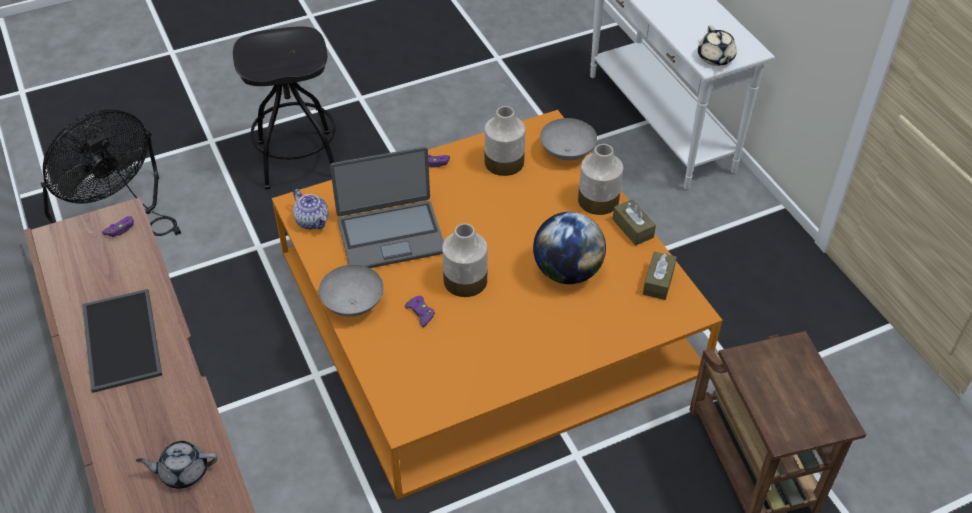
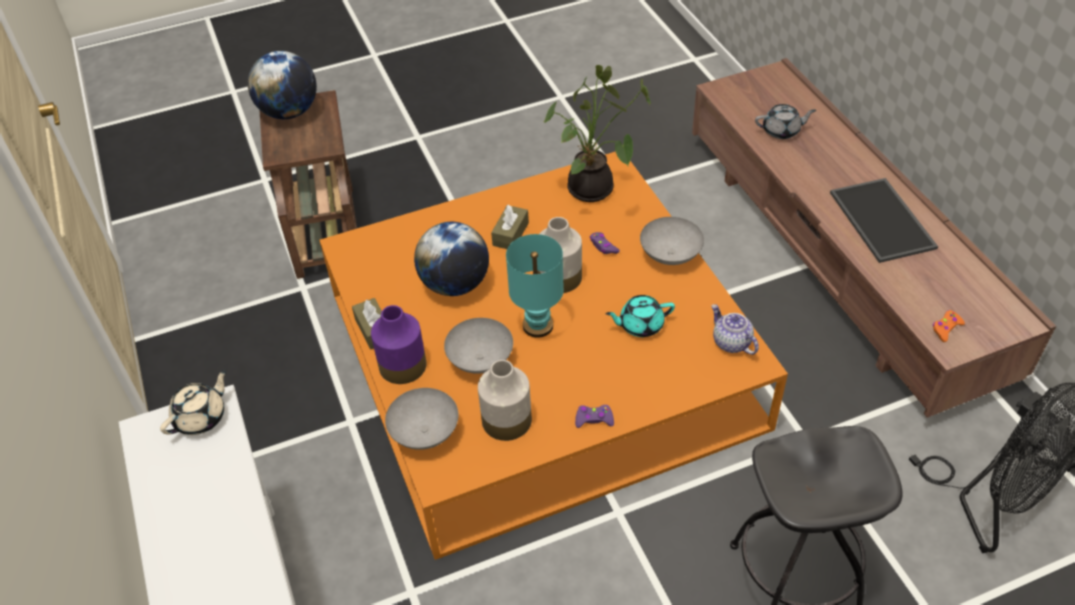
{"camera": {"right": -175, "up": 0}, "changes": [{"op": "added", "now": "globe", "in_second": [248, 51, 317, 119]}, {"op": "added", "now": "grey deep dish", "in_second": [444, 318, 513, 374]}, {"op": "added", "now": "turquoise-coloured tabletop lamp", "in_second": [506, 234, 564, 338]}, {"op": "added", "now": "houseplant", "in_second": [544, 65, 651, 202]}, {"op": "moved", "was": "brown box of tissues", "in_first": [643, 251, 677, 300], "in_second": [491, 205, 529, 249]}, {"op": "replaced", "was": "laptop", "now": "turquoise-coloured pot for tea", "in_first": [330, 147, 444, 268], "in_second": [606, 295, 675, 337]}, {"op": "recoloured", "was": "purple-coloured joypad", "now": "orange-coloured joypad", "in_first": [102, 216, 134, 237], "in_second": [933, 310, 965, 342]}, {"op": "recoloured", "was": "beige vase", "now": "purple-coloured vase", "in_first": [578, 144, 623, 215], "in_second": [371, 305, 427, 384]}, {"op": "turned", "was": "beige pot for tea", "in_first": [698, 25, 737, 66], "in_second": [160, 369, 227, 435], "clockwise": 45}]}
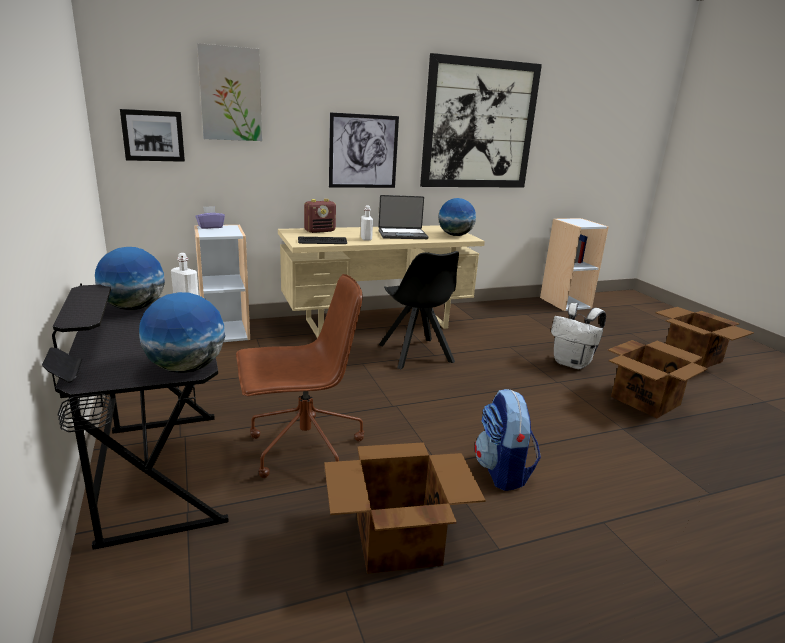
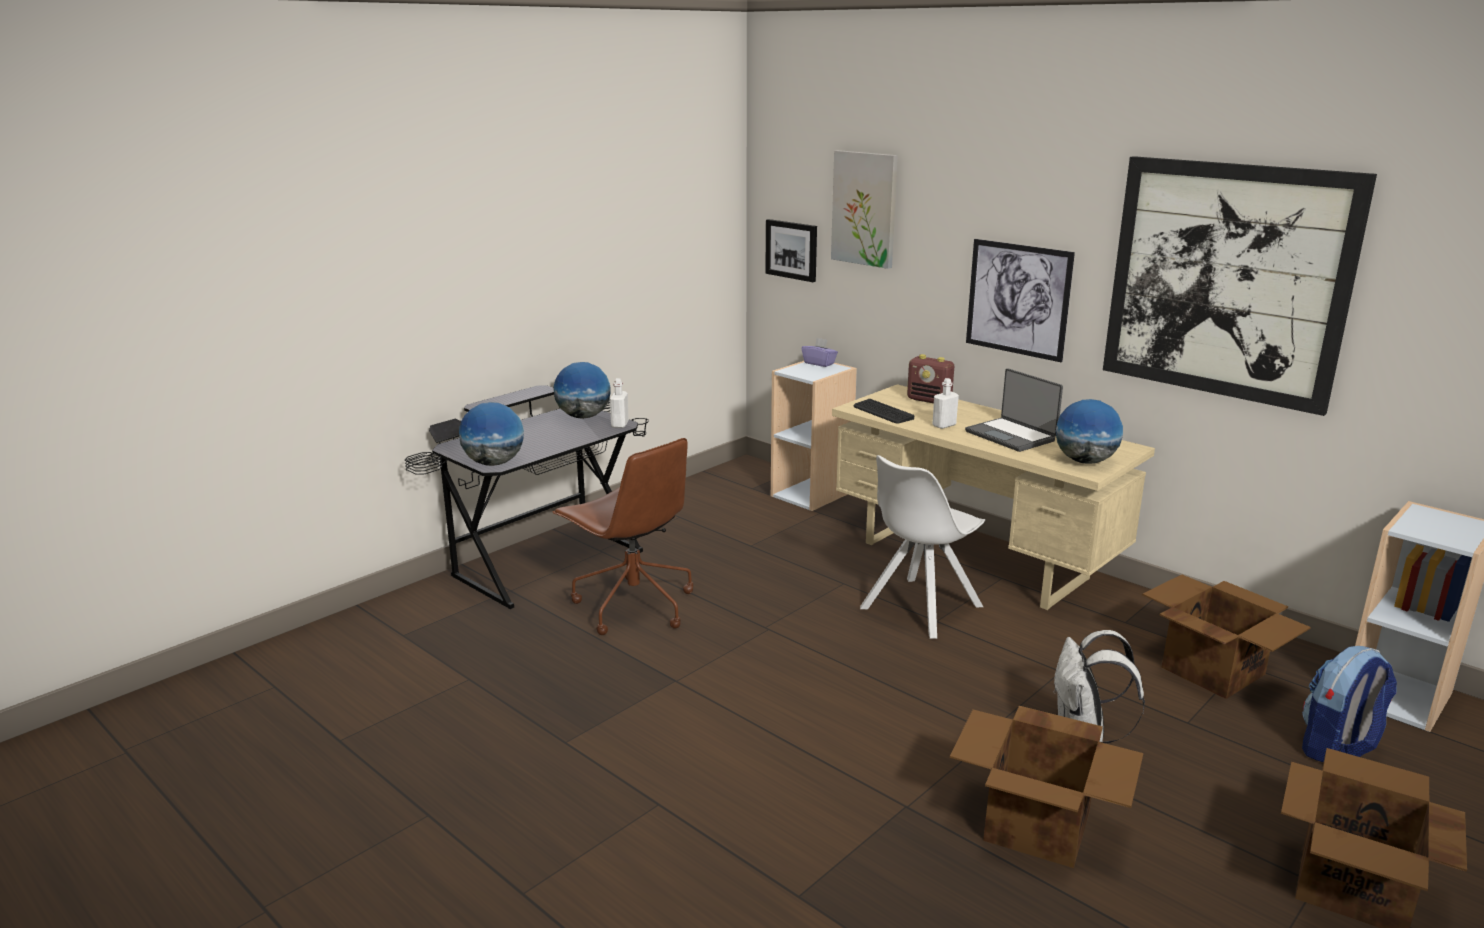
{"camera": {"right": 65, "up": 0}, "changes": [{"op": "moved", "was": "carton", "in_first": [324, 442, 486, 574], "in_second": [1142, 575, 1311, 699]}, {"op": "moved", "was": "backpack", "in_first": [475, 389, 541, 491], "in_second": [1302, 646, 1397, 763]}, {"op": "recoloured", "was": "black upright chair", "now": "white-coloured upright chair", "in_first": [379, 251, 459, 369], "in_second": [860, 455, 985, 639]}]}
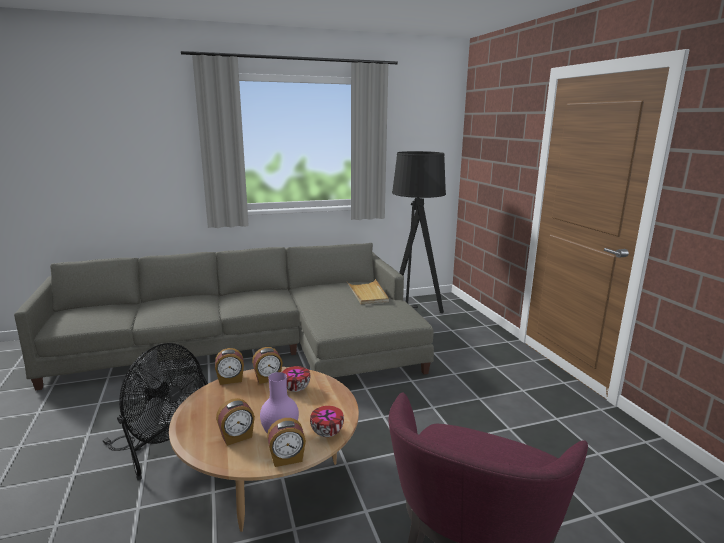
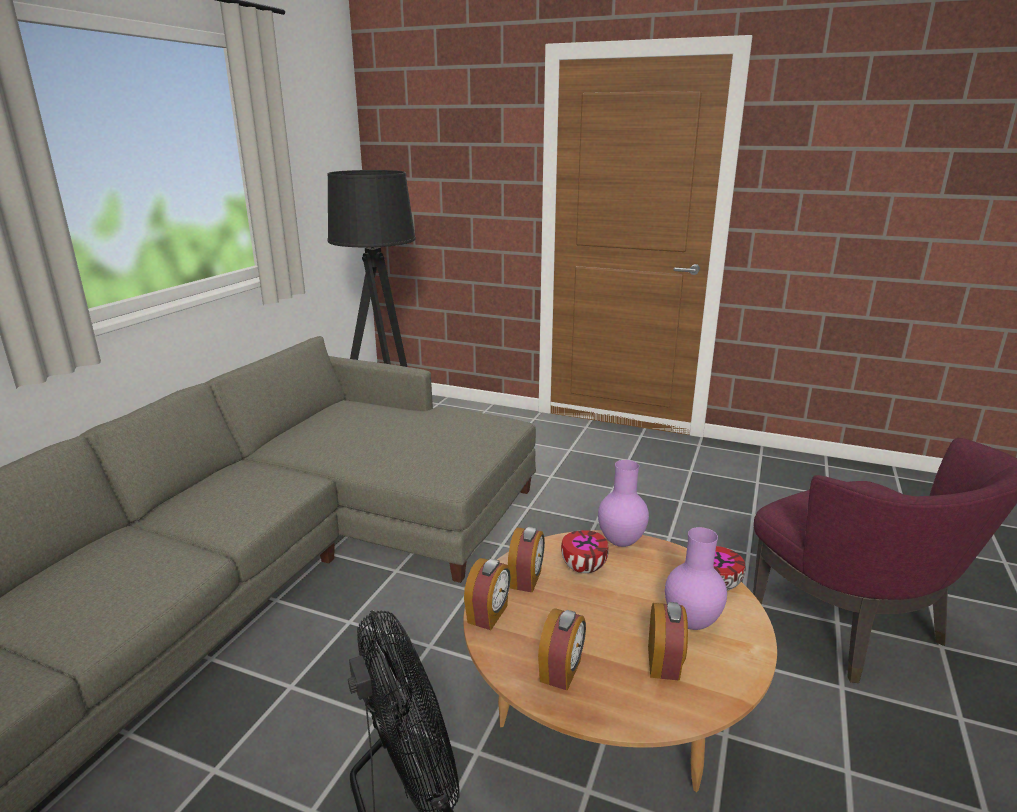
{"camera": {"right": -50, "up": 5}, "changes": [{"op": "removed", "was": "beige carrying tray", "in_first": [347, 279, 389, 304]}, {"op": "added", "now": "purple-coloured vase", "in_second": [598, 460, 649, 547]}, {"op": "moved", "was": "alarm clock", "in_first": [267, 418, 306, 467], "in_second": [538, 608, 586, 691]}]}
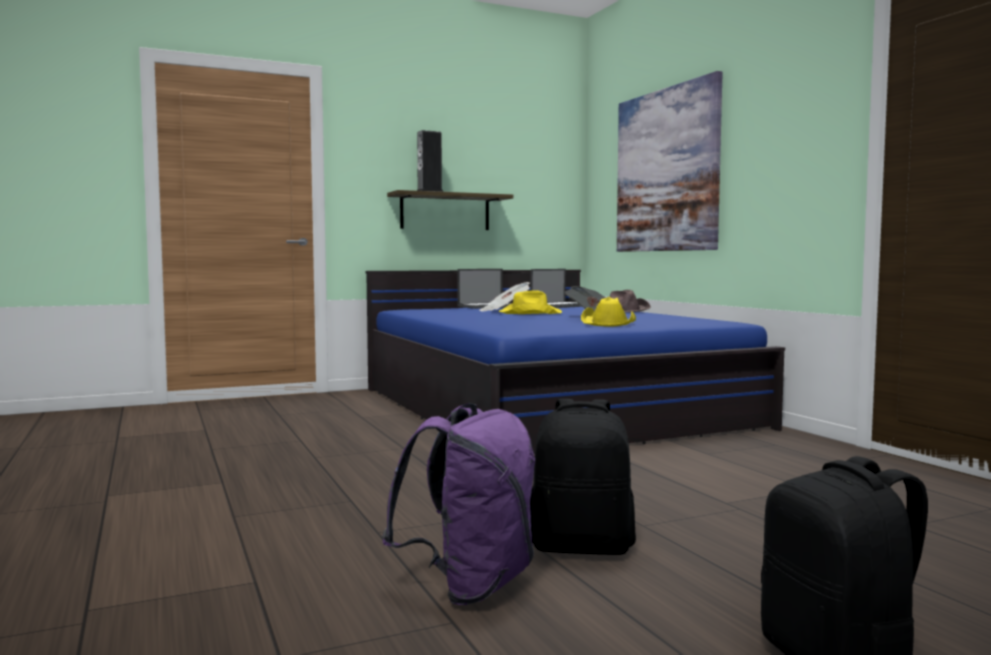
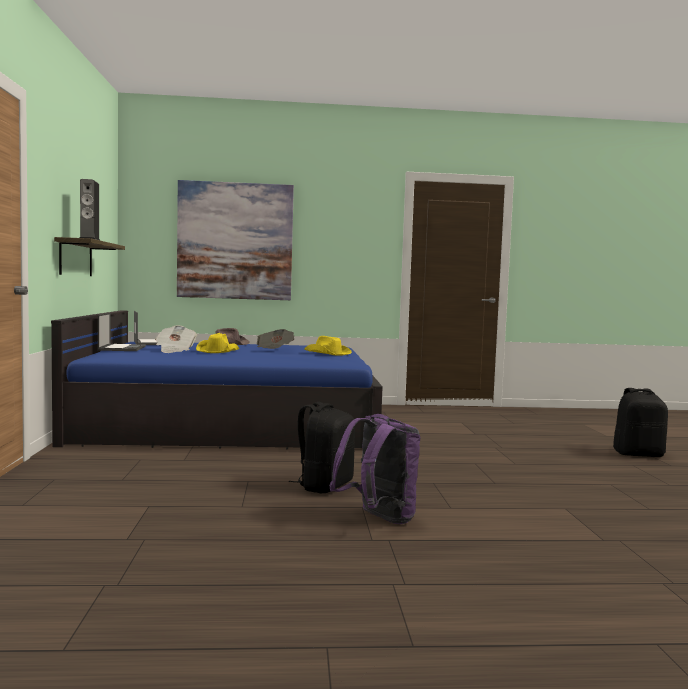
{"camera": {"right": -70, "up": 0}, "changes": [{"op": "moved", "was": "purple-coloured backpack", "in_first": [382, 403, 535, 605], "in_second": [329, 414, 421, 524]}, {"op": "moved", "was": "black backpack", "in_first": [530, 399, 636, 555], "in_second": [288, 402, 355, 493]}]}
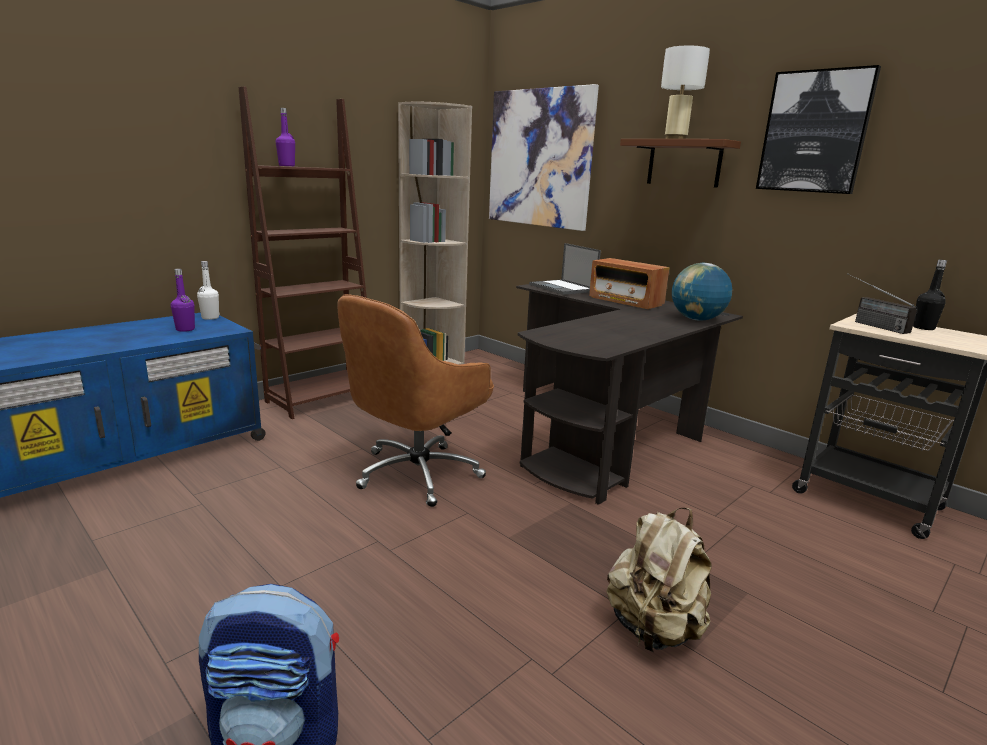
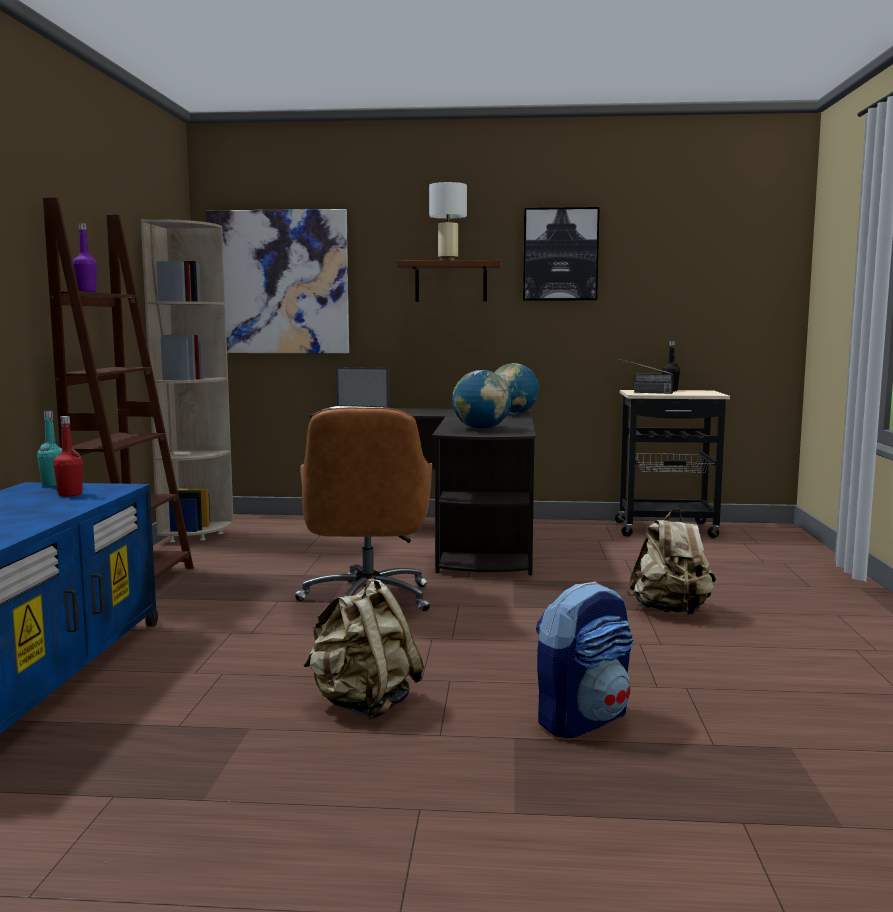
{"camera": {"right": -40, "up": -10}, "changes": [{"op": "removed", "was": "radio set", "in_first": [589, 258, 670, 309]}, {"op": "added", "now": "beige backpack", "in_second": [304, 578, 424, 719]}, {"op": "added", "now": "globe", "in_second": [452, 370, 511, 429]}, {"op": "recoloured", "was": "purple-coloured beverage bottle", "now": "red-coloured beverage bottle", "in_first": [171, 269, 195, 332], "in_second": [53, 416, 83, 497]}, {"op": "recoloured", "was": "white-coloured beverage bottle", "now": "turquoise-coloured beverage bottle", "in_first": [197, 261, 220, 320], "in_second": [37, 411, 62, 487]}]}
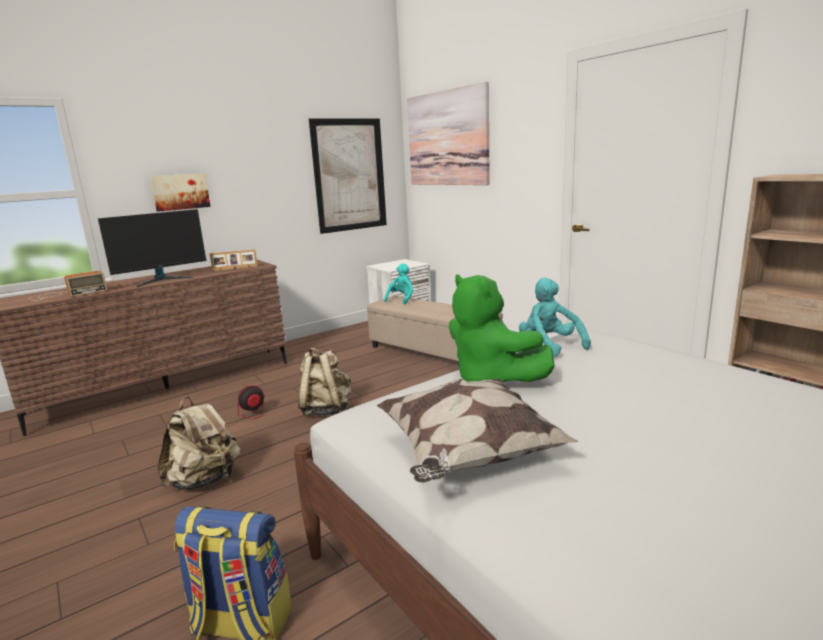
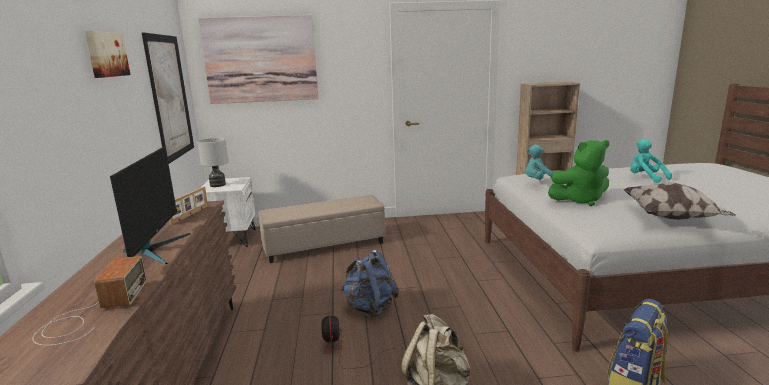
{"camera": {"right": -60, "up": 0}, "changes": [{"op": "added", "now": "grey tabletop lamp", "in_second": [197, 138, 229, 187]}, {"op": "moved", "was": "wall picture", "in_first": [150, 173, 211, 212], "in_second": [85, 31, 131, 78]}, {"op": "moved", "was": "turquoise-coloured soft toy", "in_first": [384, 263, 413, 304], "in_second": [630, 139, 672, 183]}, {"op": "recoloured", "was": "beige backpack", "now": "blue backpack", "in_first": [298, 347, 351, 416], "in_second": [341, 250, 399, 318]}]}
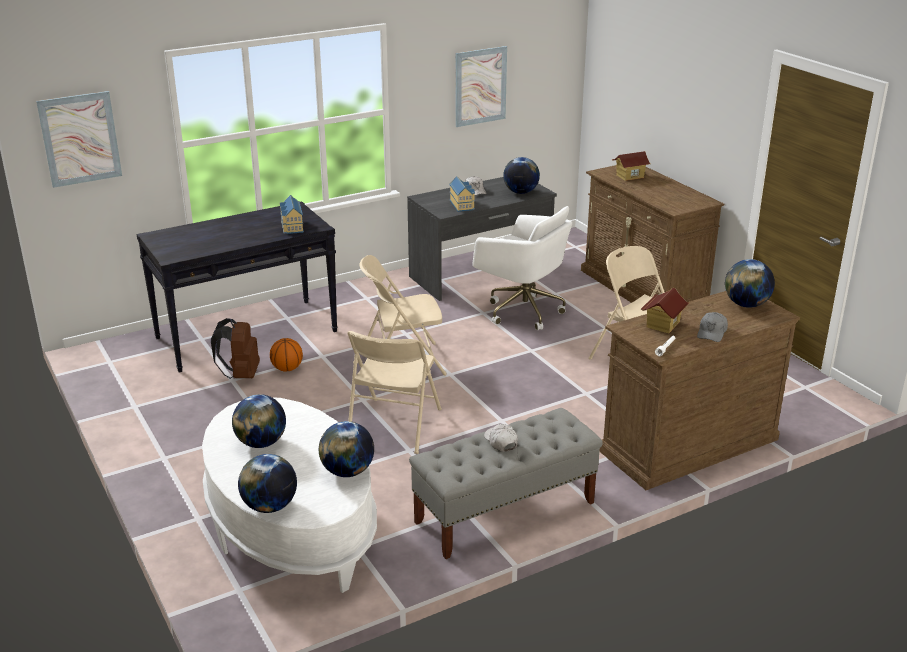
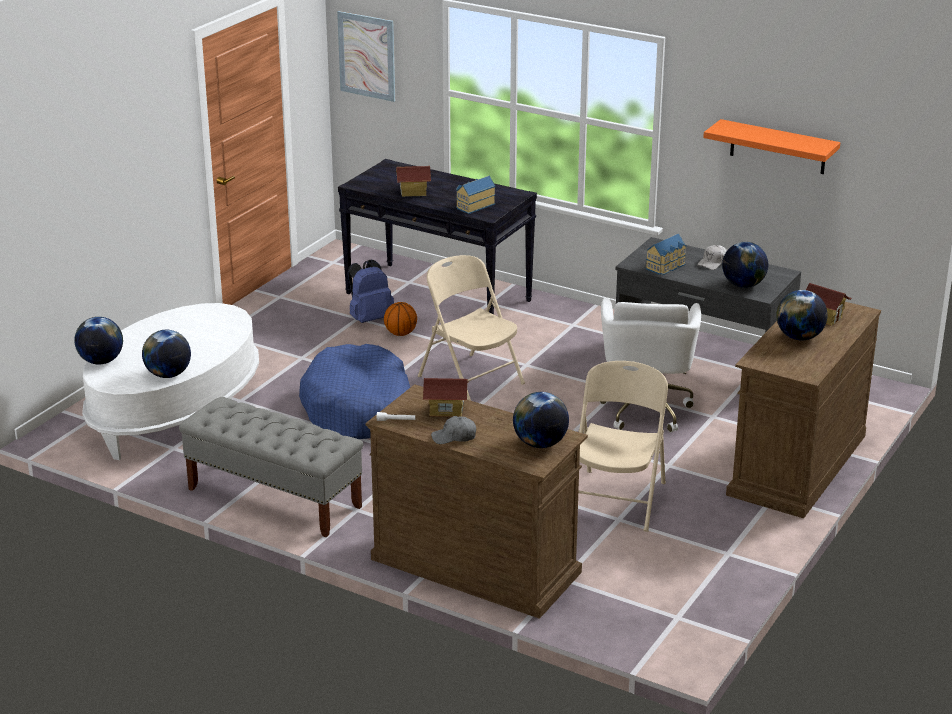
{"camera": {"right": 60, "up": 0}, "changes": [{"op": "removed", "was": "white-coloured cap", "in_first": [484, 424, 518, 452]}, {"op": "added", "now": "toy house", "in_second": [396, 166, 431, 197]}, {"op": "moved", "was": "globe", "in_first": [232, 394, 286, 448], "in_second": [776, 290, 828, 340]}, {"op": "replaced", "was": "beige upright chair", "now": "blue dog bed", "in_first": [348, 331, 442, 454], "in_second": [299, 344, 410, 439]}, {"op": "replaced", "was": "wall picture", "now": "orange-coloured wall shelf", "in_first": [455, 46, 507, 127], "in_second": [703, 119, 840, 174]}, {"op": "recoloured", "was": "brown backpack", "now": "blue backpack", "in_first": [211, 318, 260, 379], "in_second": [347, 260, 394, 323]}]}
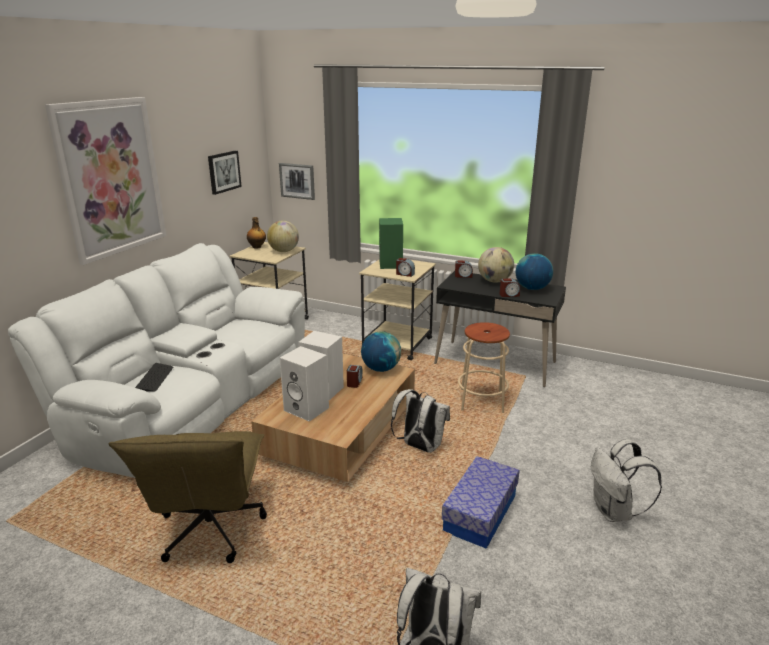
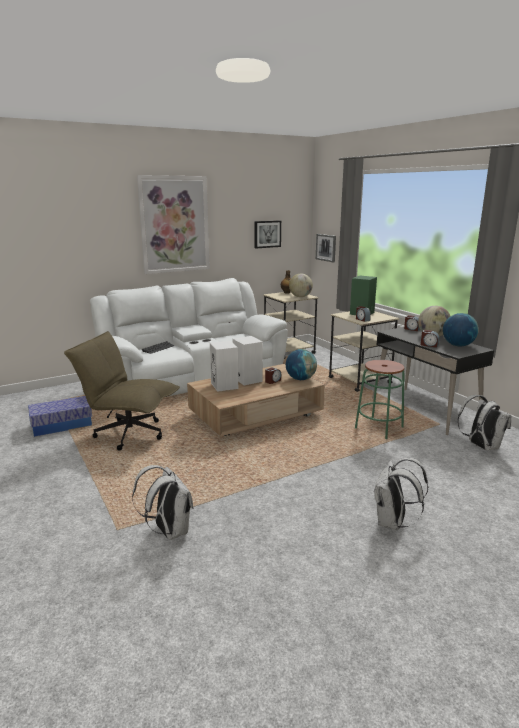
{"camera": {"right": 35, "up": -5}, "changes": [{"op": "moved", "was": "white-coloured backpack", "in_first": [391, 389, 450, 453], "in_second": [458, 395, 512, 451]}, {"op": "moved", "was": "storage bin", "in_first": [442, 456, 520, 549], "in_second": [28, 396, 92, 437]}, {"op": "recoloured", "was": "beige stool", "now": "green stool", "in_first": [458, 322, 510, 413], "in_second": [355, 360, 404, 439]}, {"op": "turned", "was": "beige desk chair", "in_first": [109, 431, 267, 563], "in_second": [64, 331, 180, 451], "clockwise": 75}]}
